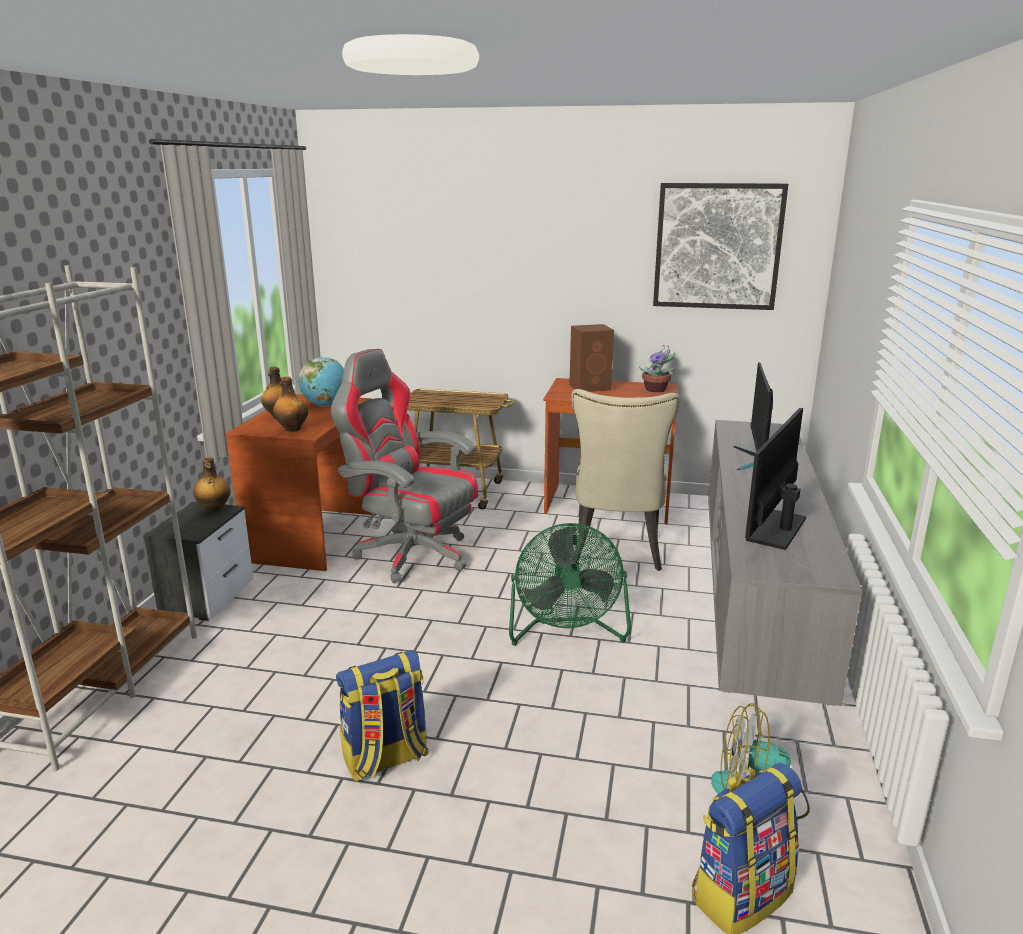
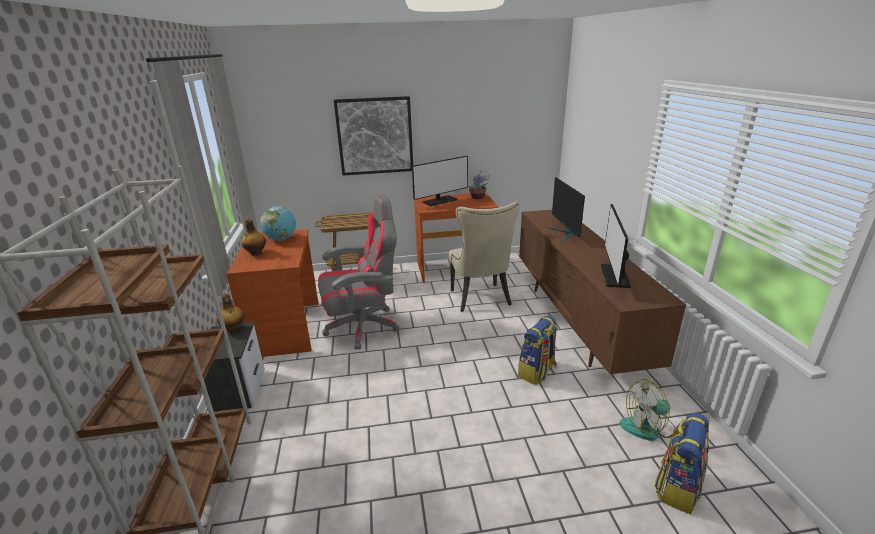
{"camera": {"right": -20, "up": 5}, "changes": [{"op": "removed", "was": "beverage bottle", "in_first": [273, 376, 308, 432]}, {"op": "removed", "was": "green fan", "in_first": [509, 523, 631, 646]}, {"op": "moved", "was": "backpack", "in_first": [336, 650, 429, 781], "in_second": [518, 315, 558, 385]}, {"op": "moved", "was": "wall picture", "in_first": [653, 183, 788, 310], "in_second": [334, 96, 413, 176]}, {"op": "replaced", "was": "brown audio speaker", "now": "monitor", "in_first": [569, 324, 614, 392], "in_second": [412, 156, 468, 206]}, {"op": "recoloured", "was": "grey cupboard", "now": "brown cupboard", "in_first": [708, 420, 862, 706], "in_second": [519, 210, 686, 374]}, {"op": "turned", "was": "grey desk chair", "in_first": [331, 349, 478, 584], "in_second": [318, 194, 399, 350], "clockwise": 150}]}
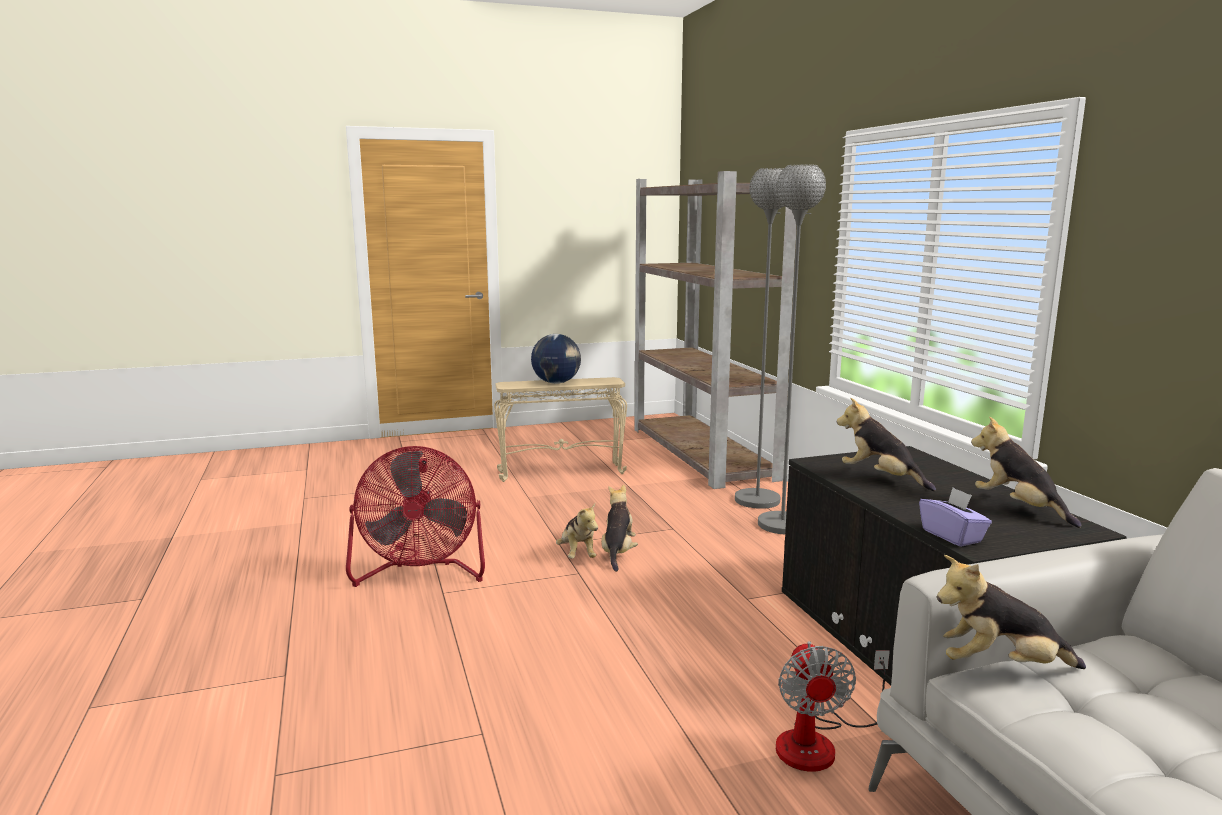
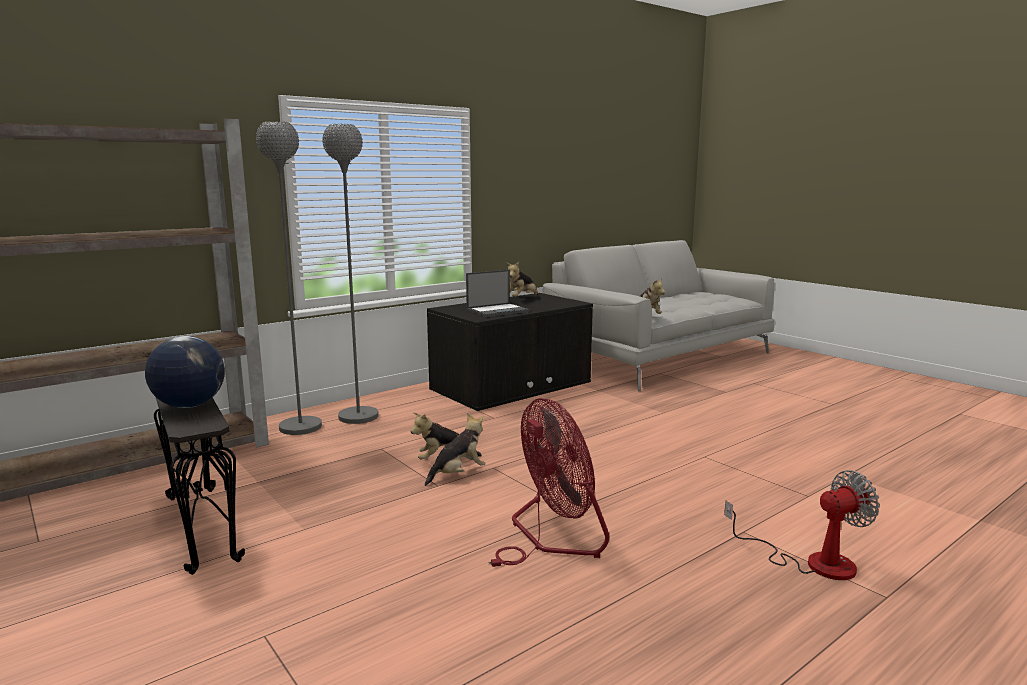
{"camera": {"right": -110, "up": 0}, "changes": [{"op": "removed", "was": "purple-coloured box of tissues", "in_first": [919, 487, 992, 547]}, {"op": "moved", "was": "fan", "in_first": [776, 641, 890, 772], "in_second": [724, 470, 880, 580]}, {"op": "replaced", "was": "soft toy", "now": "laptop", "in_first": [837, 398, 936, 491], "in_second": [466, 270, 530, 317]}, {"op": "recoloured", "was": "beige end table", "now": "black end table", "in_first": [494, 377, 627, 482], "in_second": [154, 397, 245, 575]}]}
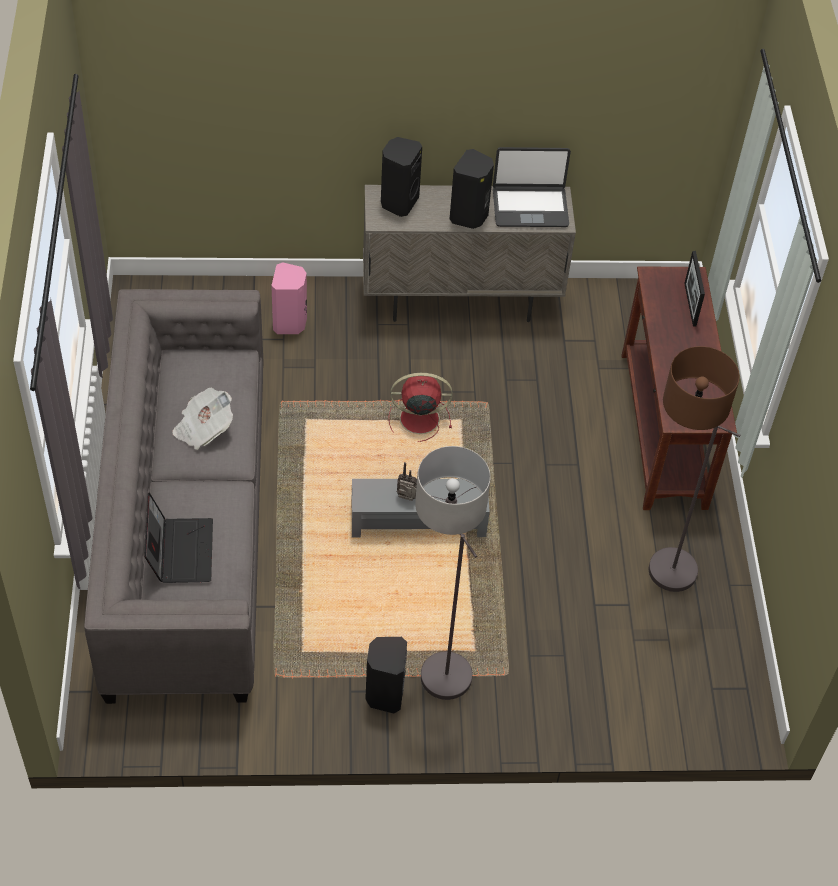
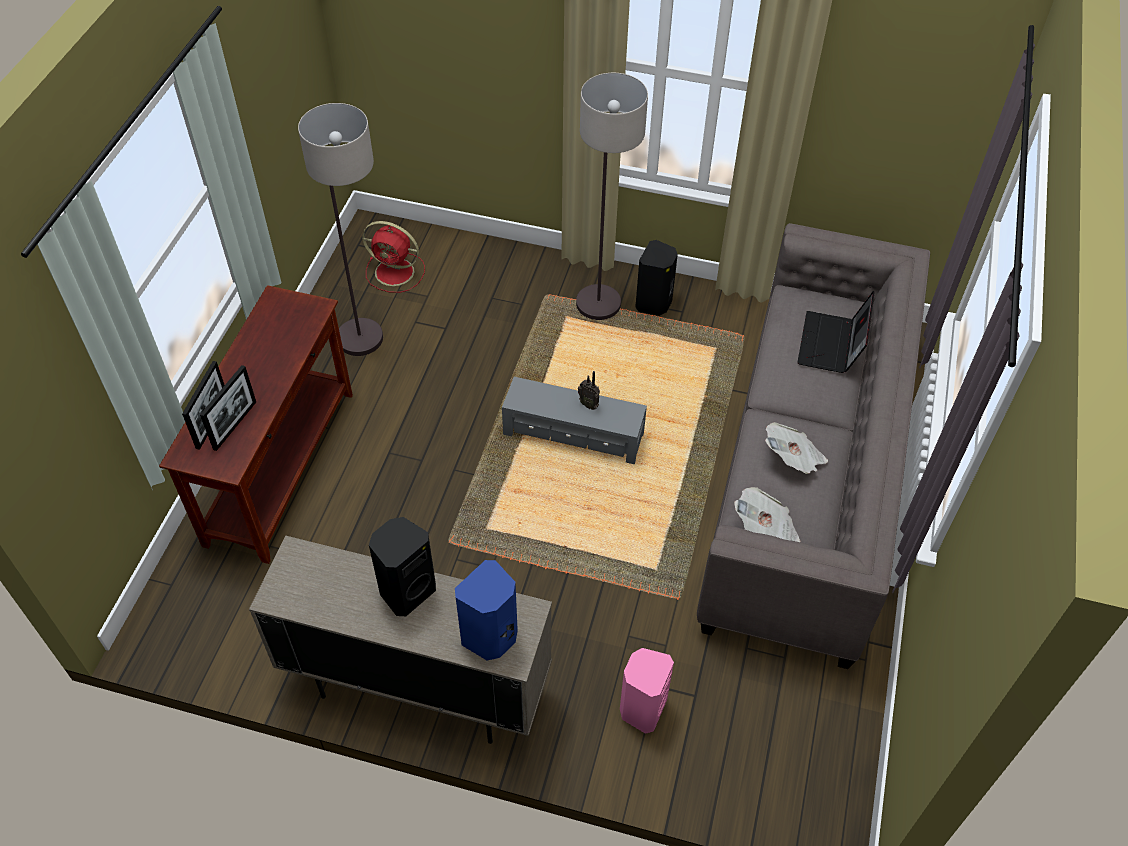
{"camera": {"right": -160, "up": 0}, "changes": [{"op": "removed", "was": "laptop", "in_first": [493, 147, 571, 227]}, {"op": "added", "now": "standing frame", "in_second": [200, 365, 256, 451]}, {"op": "added", "now": "newspaper", "in_second": [734, 487, 800, 542]}, {"op": "moved", "was": "red-coloured fan", "in_first": [388, 373, 453, 442], "in_second": [362, 221, 425, 293]}, {"op": "recoloured", "was": "black audio speaker", "now": "blue audio speaker", "in_first": [381, 137, 422, 217], "in_second": [455, 560, 518, 661]}, {"op": "recoloured", "was": "brown standing lamp", "now": "grey standing lamp", "in_first": [649, 346, 740, 592], "in_second": [298, 103, 383, 356]}]}
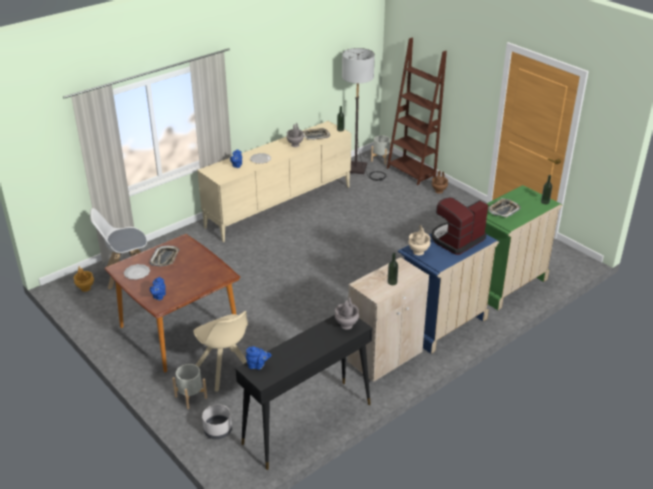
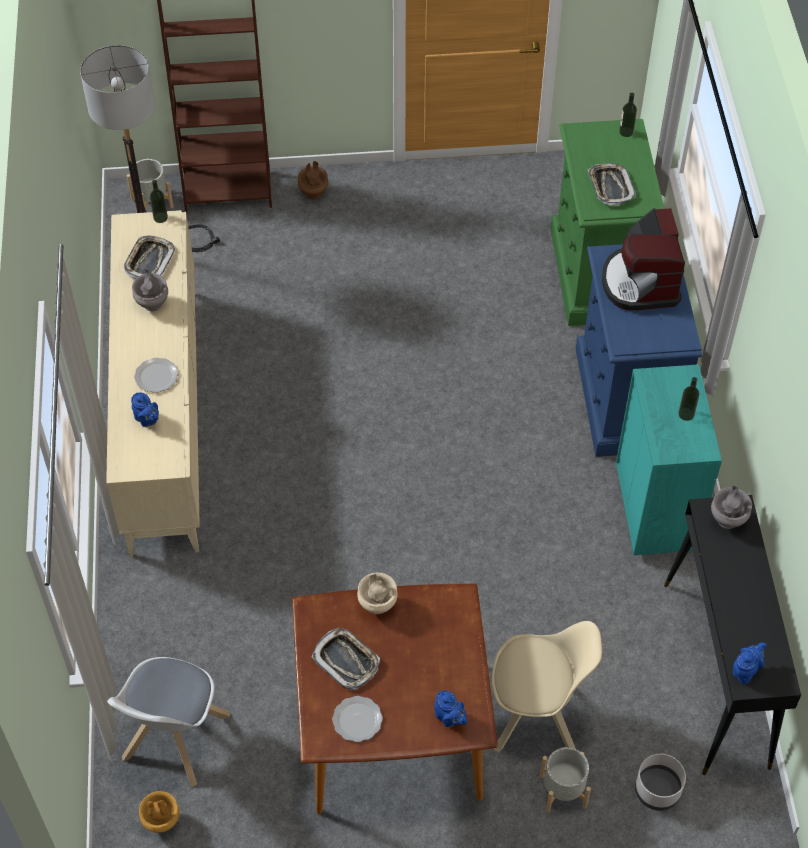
{"camera": {"right": -55, "up": 20}, "changes": [{"op": "moved", "was": "beige vase", "in_first": [408, 225, 431, 256], "in_second": [357, 573, 398, 614]}, {"op": "recoloured", "was": "beige cupboard", "now": "turquoise-coloured cupboard", "in_first": [347, 257, 429, 382], "in_second": [616, 364, 722, 555]}]}
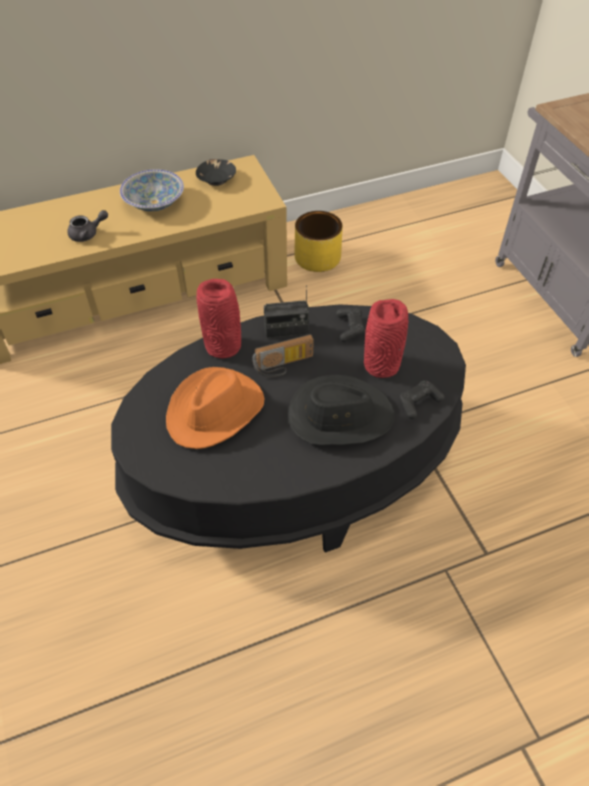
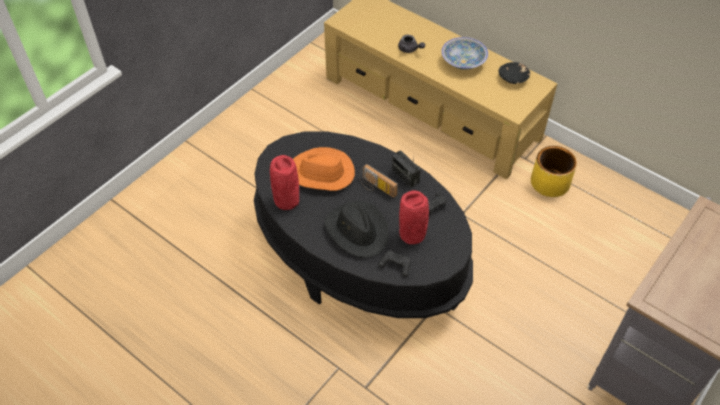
{"camera": {"right": 60, "up": 0}, "changes": [{"op": "moved", "was": "red-coloured vase", "in_first": [196, 279, 241, 358], "in_second": [270, 155, 299, 210]}]}
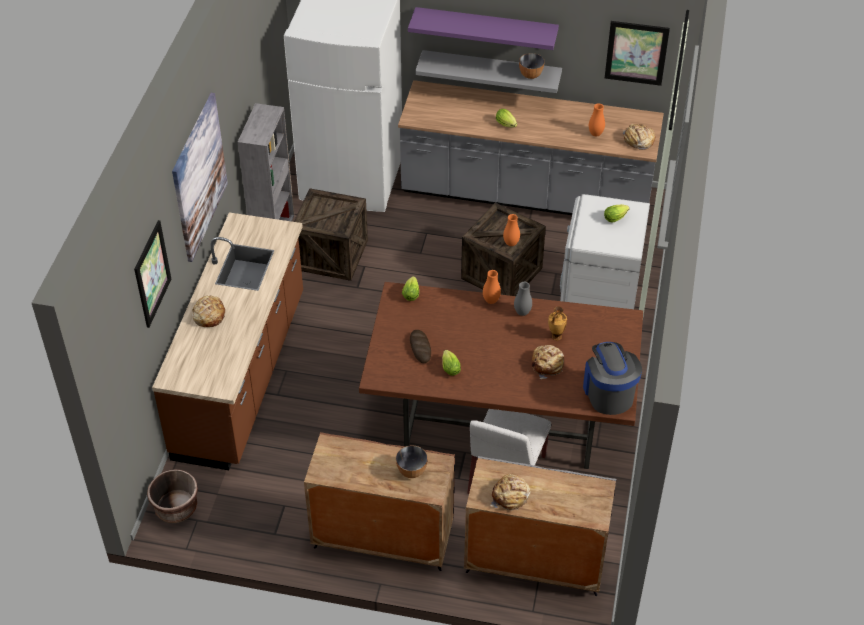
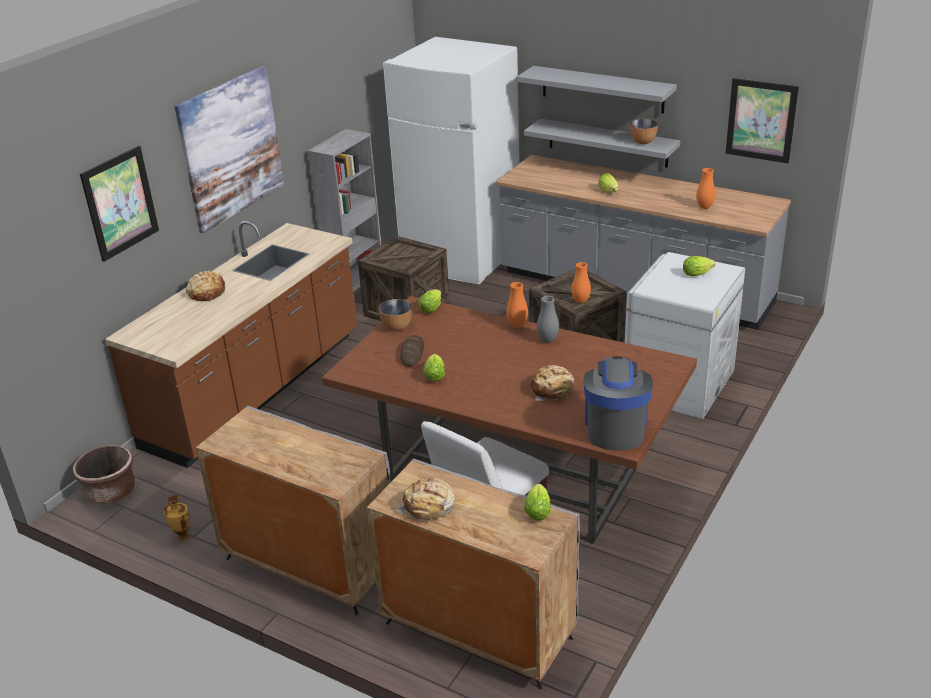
{"camera": {"right": 20, "up": -15}, "changes": [{"op": "removed", "was": "bakery bread", "in_first": [623, 124, 655, 150]}, {"op": "added", "now": "lettuce head", "in_second": [524, 484, 551, 521]}, {"op": "moved", "was": "deep dish", "in_first": [396, 445, 428, 478], "in_second": [379, 299, 412, 331]}, {"op": "moved", "was": "vase", "in_first": [548, 306, 567, 340], "in_second": [164, 495, 190, 540]}, {"op": "recoloured", "was": "brown cupboard", "now": "grey cupboard", "in_first": [304, 432, 455, 571], "in_second": [196, 406, 390, 615]}, {"op": "recoloured", "was": "purple-coloured wall shelf", "now": "grey wall shelf", "in_first": [408, 7, 559, 50], "in_second": [516, 66, 677, 114]}]}
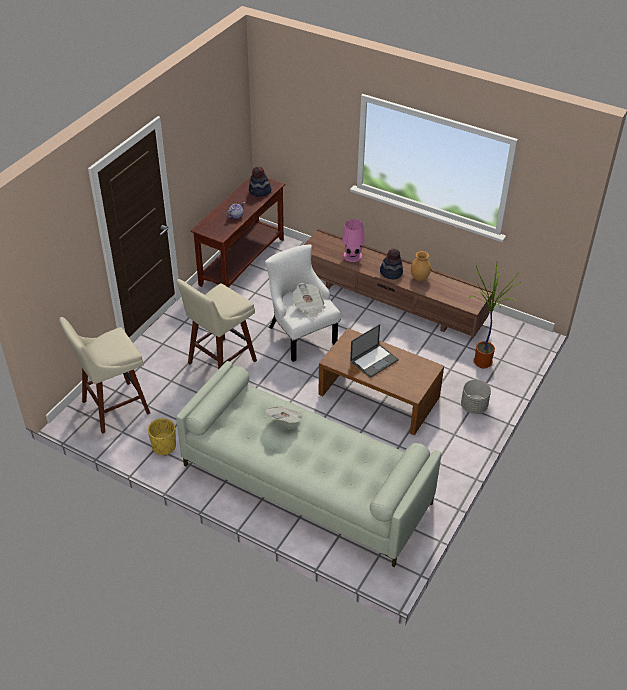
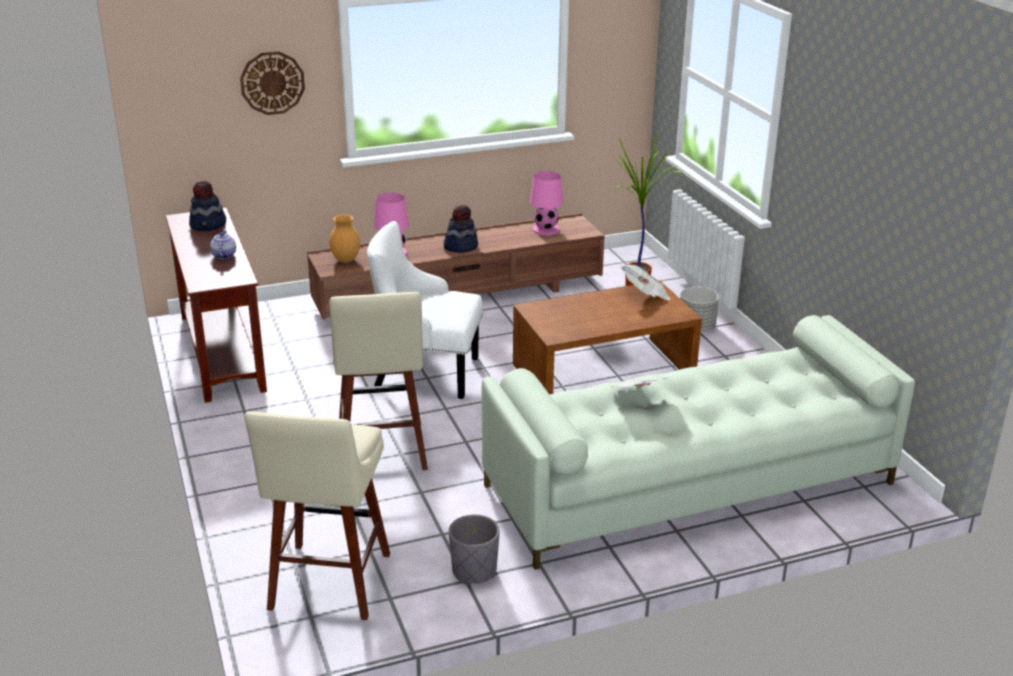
{"camera": {"right": -50, "up": -15}, "changes": [{"op": "removed", "was": "laptop", "in_first": [350, 324, 399, 378]}, {"op": "added", "now": "hanging clock", "in_second": [240, 51, 305, 115]}, {"op": "added", "now": "pinkish tabletop lamp", "in_second": [530, 171, 563, 235]}, {"op": "moved", "was": "newspaper", "in_first": [293, 283, 326, 318], "in_second": [620, 264, 671, 300]}, {"op": "moved", "was": "brown vase", "in_first": [411, 251, 431, 281], "in_second": [329, 215, 360, 263]}, {"op": "recoloured", "was": "yellow plant pot", "now": "grey plant pot", "in_first": [148, 418, 176, 456], "in_second": [449, 515, 500, 585]}]}
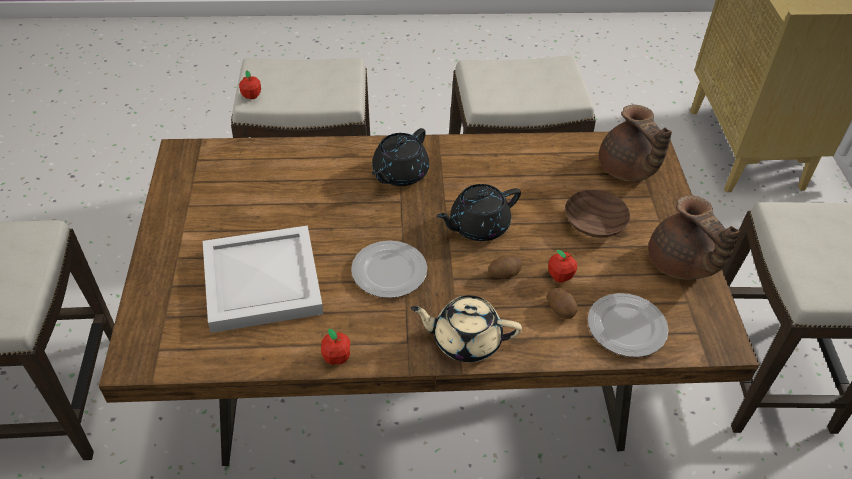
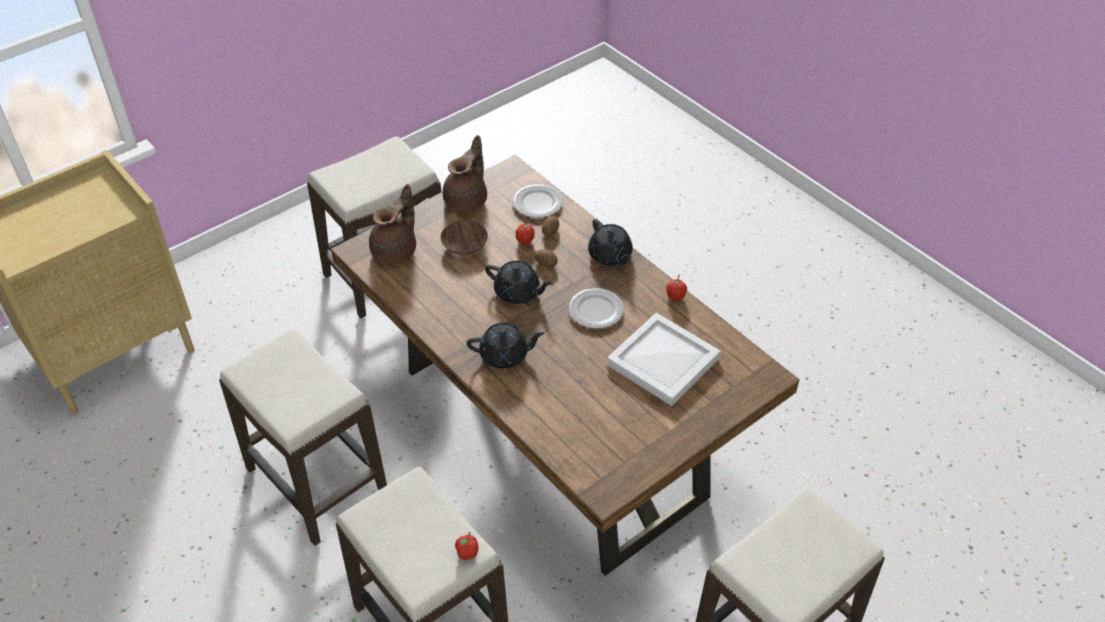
{"camera": {"right": -125, "up": 0}, "changes": [{"op": "recoloured", "was": "beige pot for tea", "now": "black pot for tea", "in_first": [410, 295, 522, 362], "in_second": [588, 219, 633, 266]}]}
